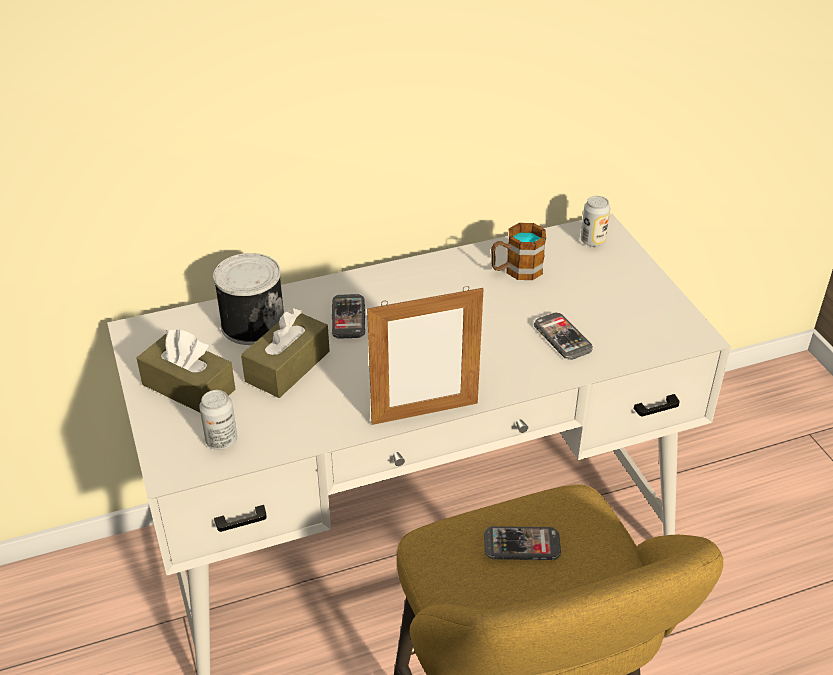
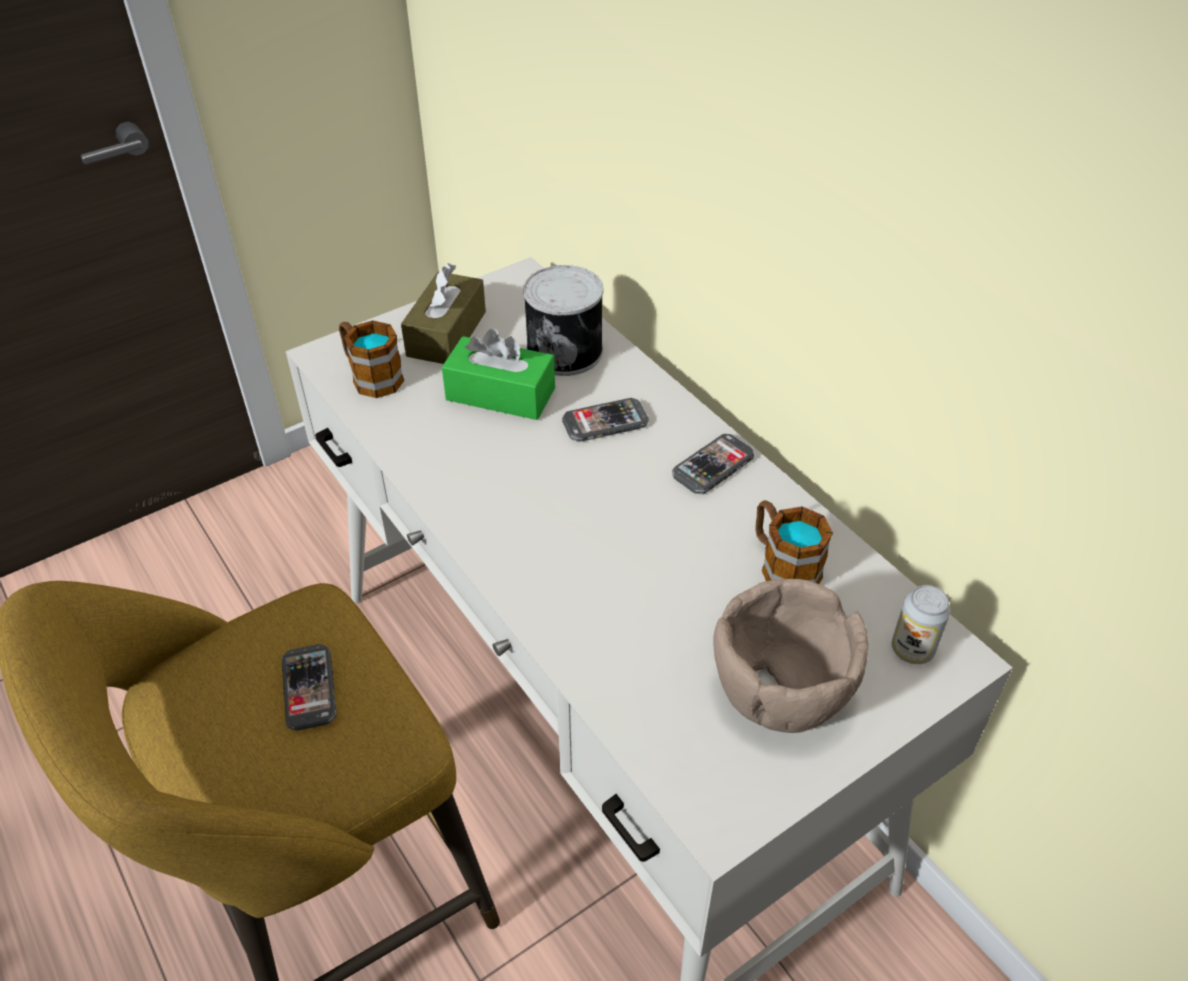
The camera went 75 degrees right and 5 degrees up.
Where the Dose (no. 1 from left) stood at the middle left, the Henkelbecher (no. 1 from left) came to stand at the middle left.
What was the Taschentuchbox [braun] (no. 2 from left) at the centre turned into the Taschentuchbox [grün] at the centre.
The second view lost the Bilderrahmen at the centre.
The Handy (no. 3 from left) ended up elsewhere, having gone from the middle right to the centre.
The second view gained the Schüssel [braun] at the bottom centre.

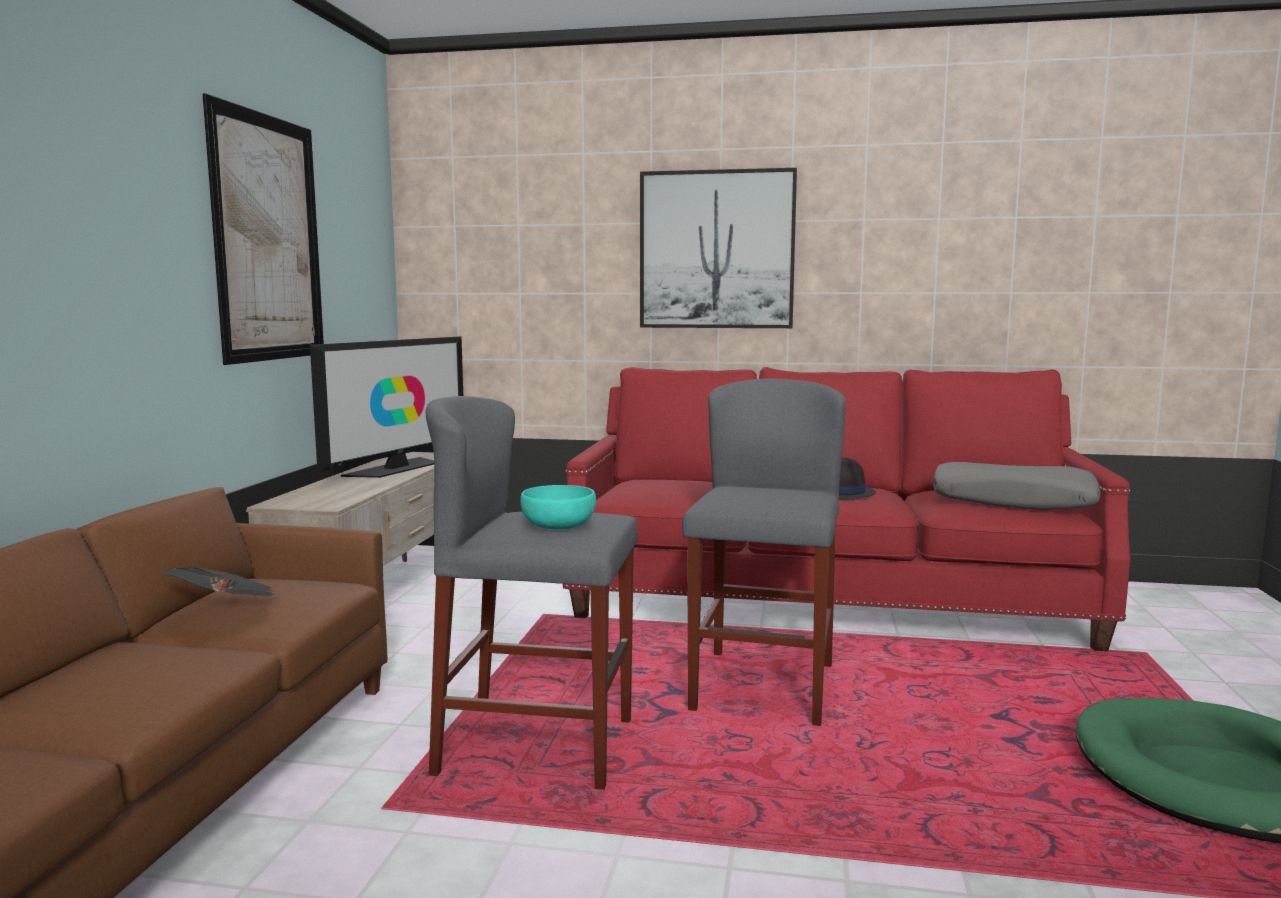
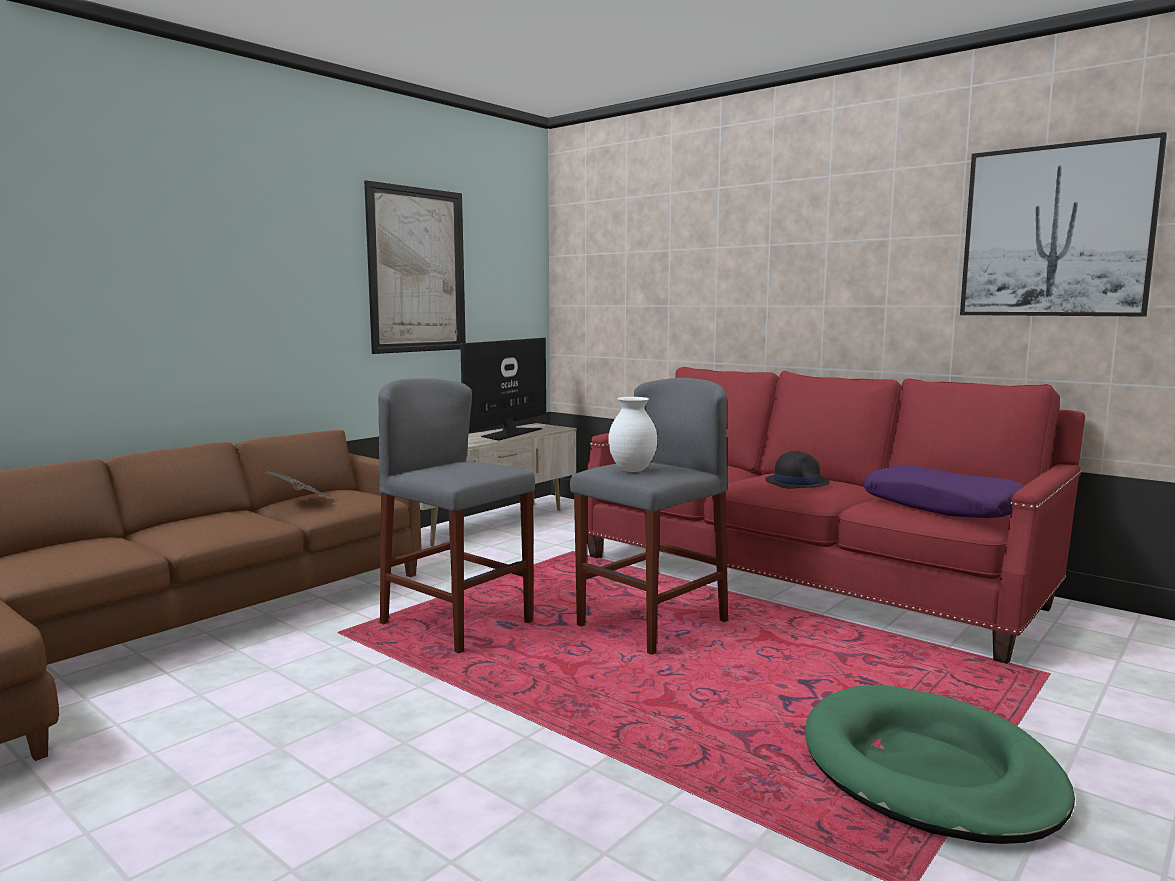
The camera went 30 degrees right and 0 degrees up.
The Fernseher at the middle left ended up facing another way, 150 degrees clockwise from before.
The second view lost the Schüssel [türkis] at the centre.
The Bild (no. 2 from left) ended up elsewhere, having gone from the top centre to the top right.
What was the Kissen [grau] at the middle right turned into the Kissen [lila] at the middle right.
The second view gained the Vase [weiß] at the centre.

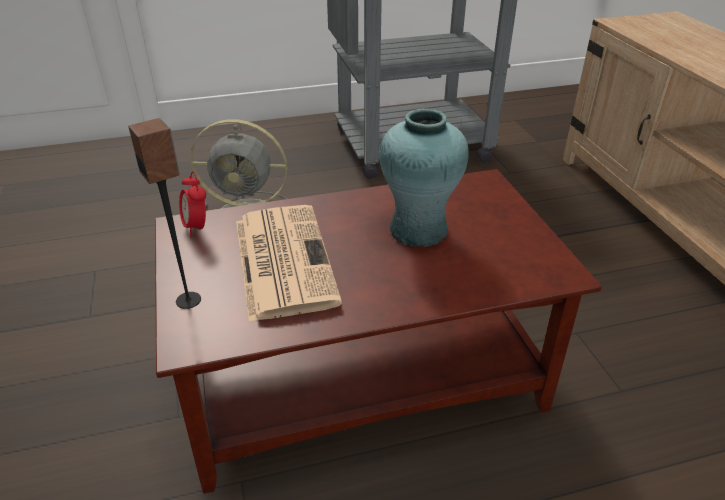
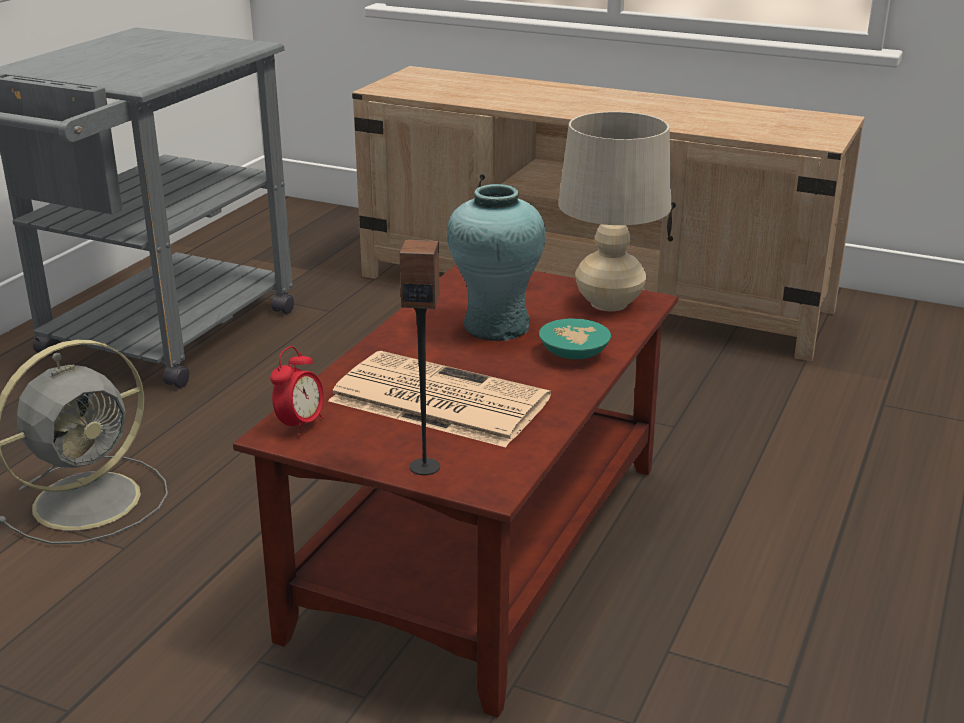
The camera went 50 degrees left and 10 degrees down.
The Wecker at the middle left ended up facing another way, 75 degrees counterclockwise from before.
The second view gained the Schüssel [türkis] at the centre.
The second view gained the Tischlampe [beige] at the top centre.

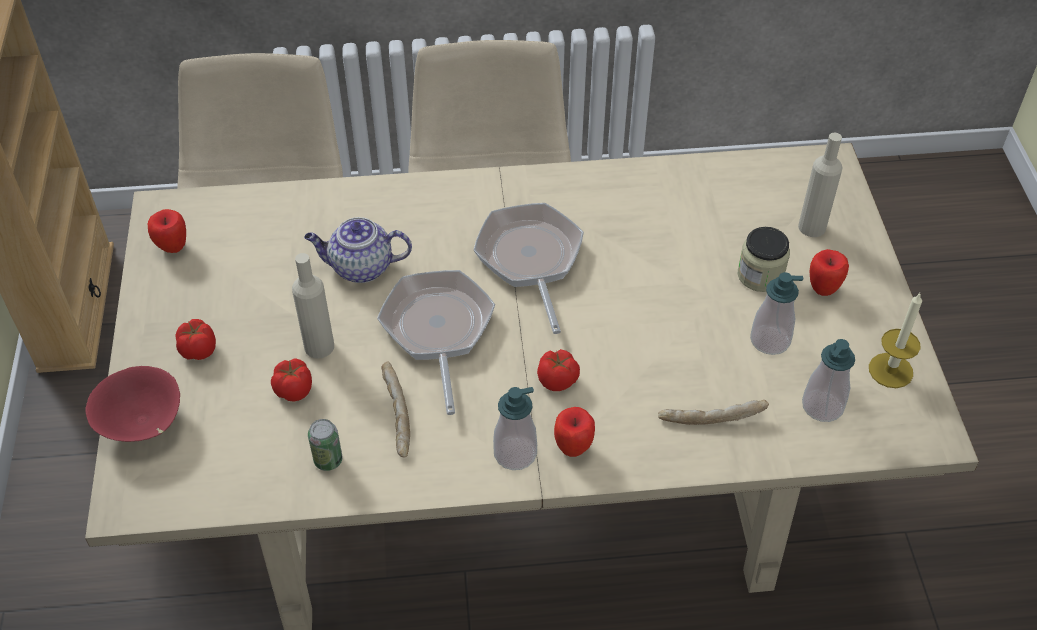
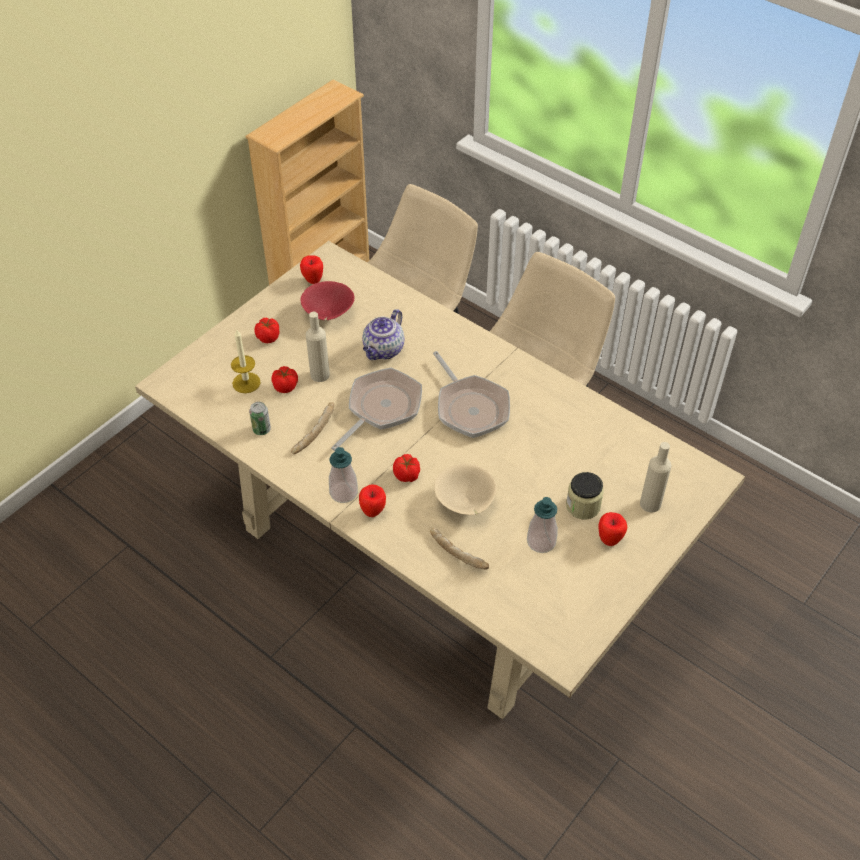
The camera went 45 degrees right and 0 degrees up.
The Schüssel [rot] ended up elsewhere, having gone from the middle left to the centre.
The Teekanne at the centre ended up facing another way, 105 degrees counterclockwise from before.
The Pfanne (no. 2 from left) at the centre ended up facing another way, 120 degrees clockwise from before.
The second view lost the Seifenspender (no. 3 from left) at the middle right.
The Kerze ended up elsewhere, having gone from the middle right to the middle left.
The second view gained the Schüssel [beige] at the centre.

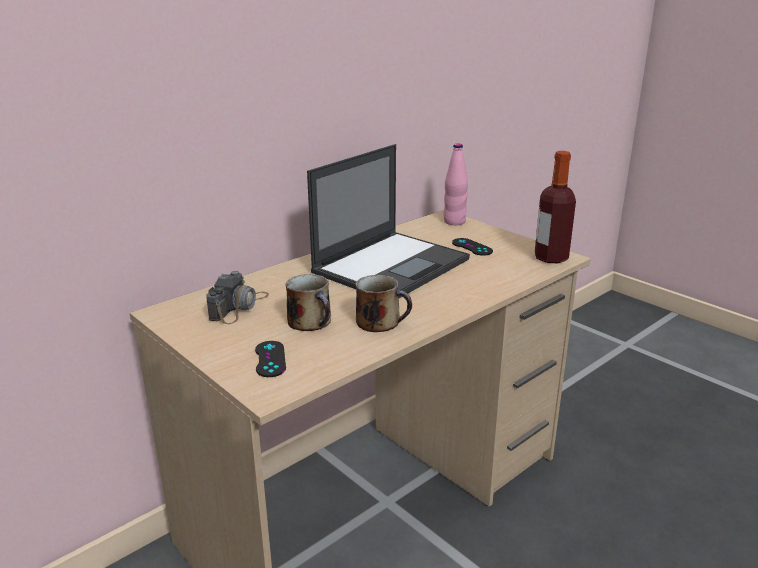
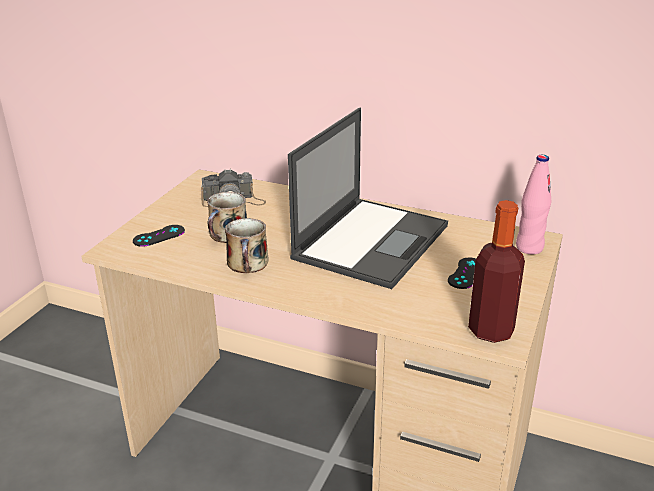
The camera went 65 degrees right and 5 degrees up.
The Laptop at the centre ended up facing another way, 75 degrees counterclockwise from before.

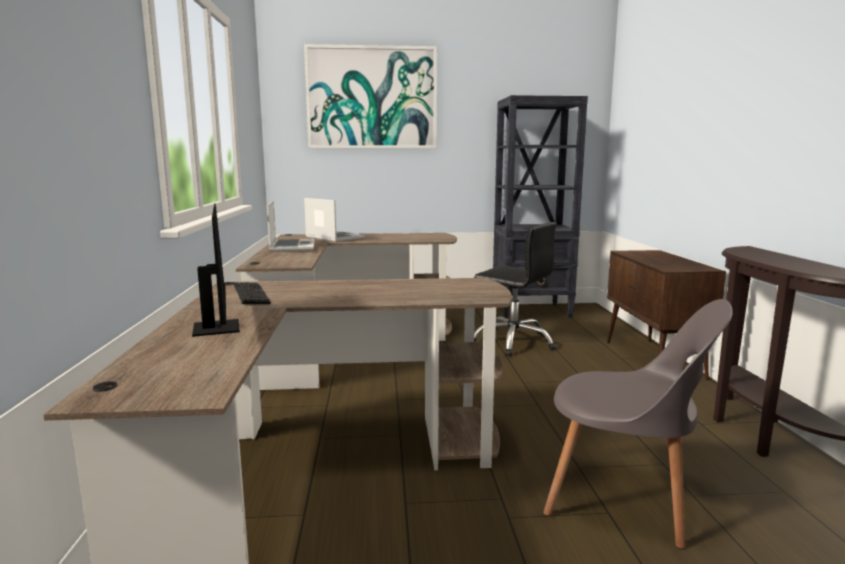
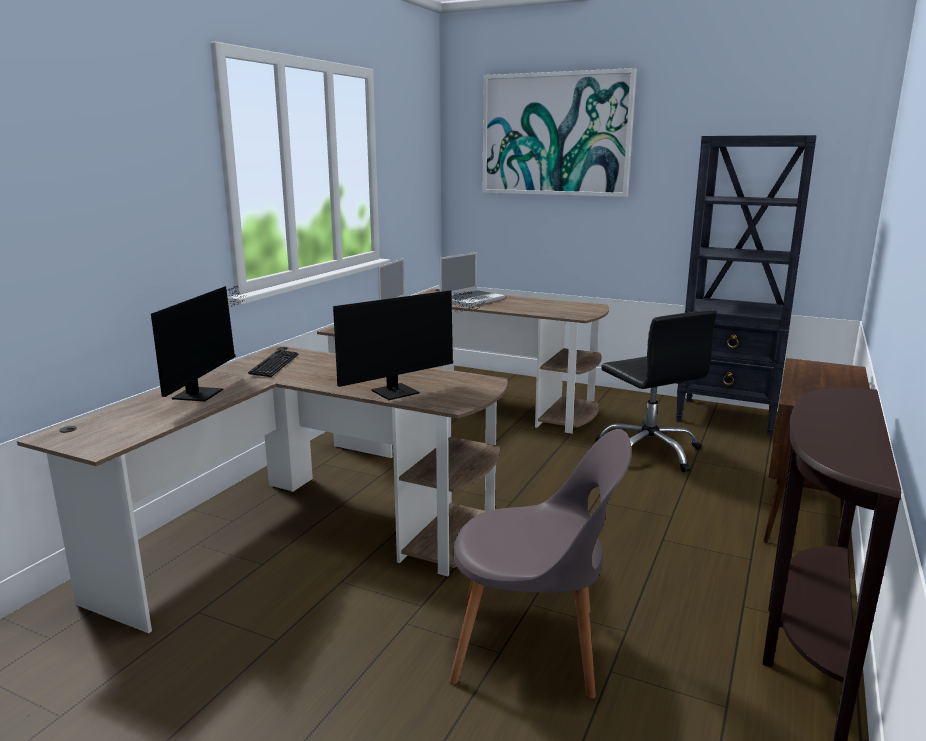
The camera went 30 degrees right and 5 degrees up.
The Laptop (no. 2 from left) at the centre ended up facing another way, 60 degrees clockwise from before.
The Stuhl [grau] at the bottom right ended up facing another way, 45 degrees counterclockwise from before.
The second view gained the Monitor (no. 2 from left) at the centre.

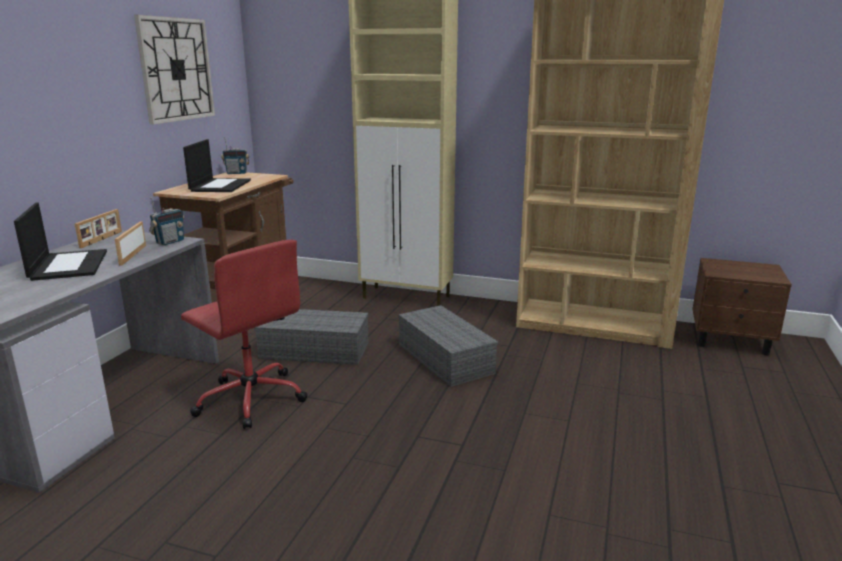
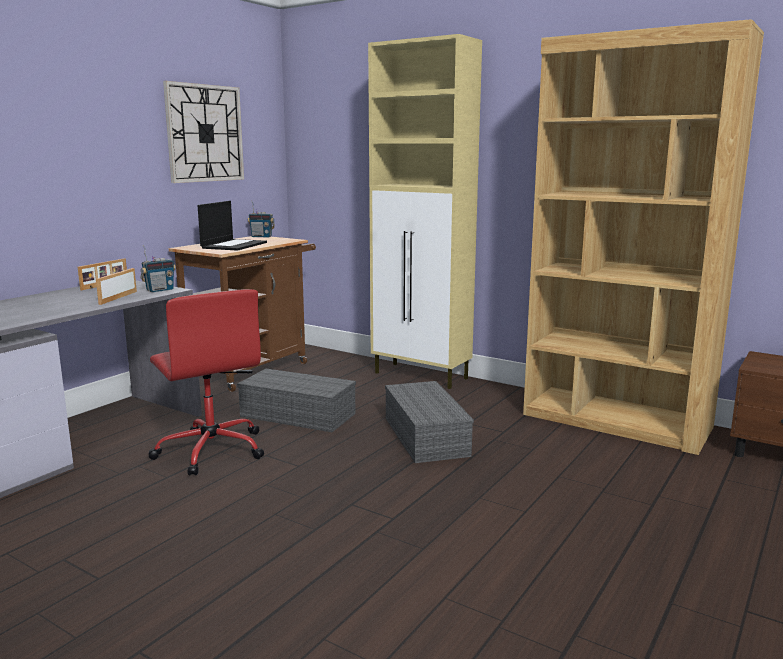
The camera went 15 degrees right and 5 degrees down.
The second view lost the Laptop (no. 1 from left) at the middle left.

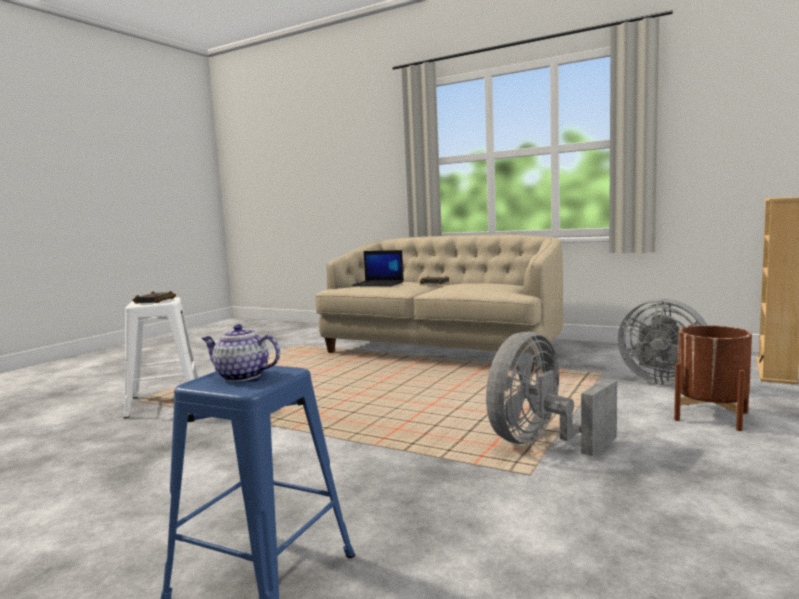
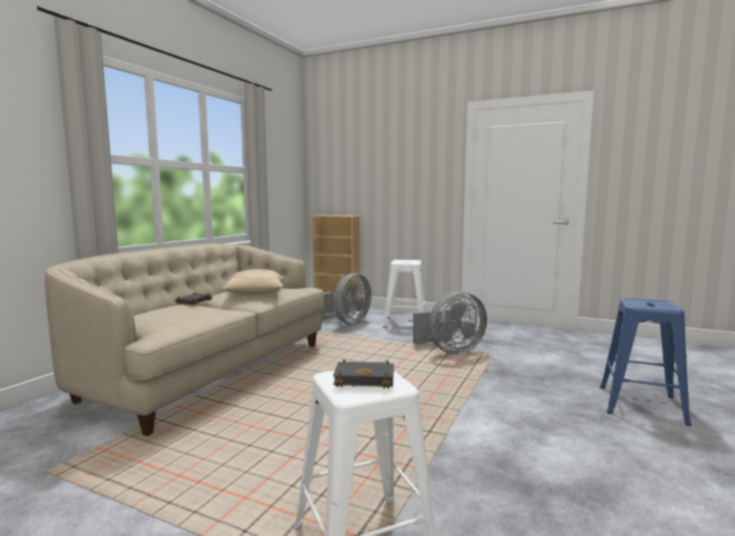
The camera went 95 degrees left and 0 degrees up.
The second view lost the Teekanne at the middle left.
The second view lost the Laptop at the centre.
The Ventilator [grau] (no. 1 from left in the first image) at the middle right ended up facing another way, 60 degrees counterclockwise from before.
Where the Pflanzkübel [braun] stood at the middle right, the Hocker [weiß] (no. 2 from left) came to stand at the centre.
The second view gained the Kissen [beige] at the centre.

